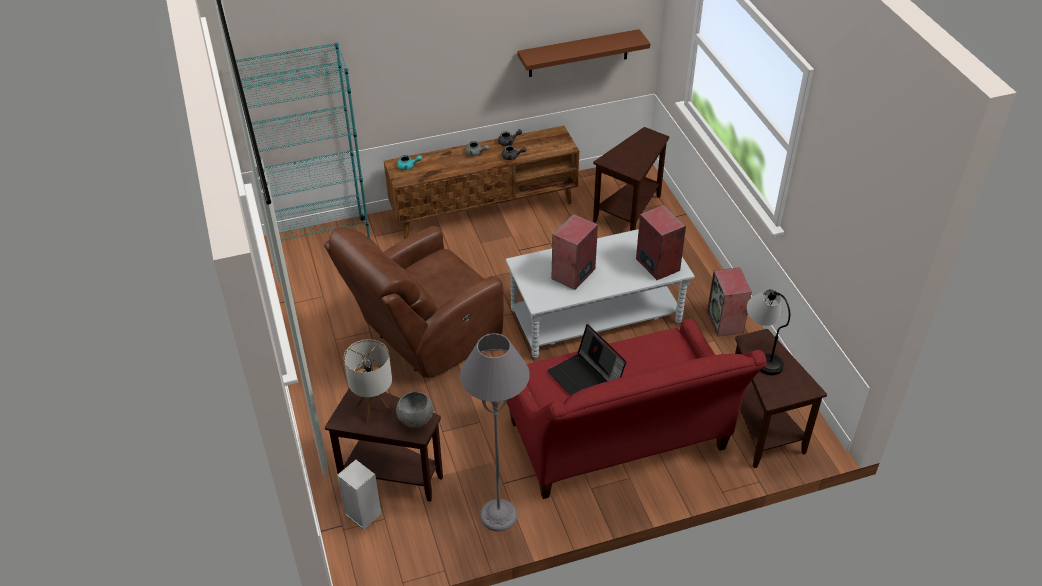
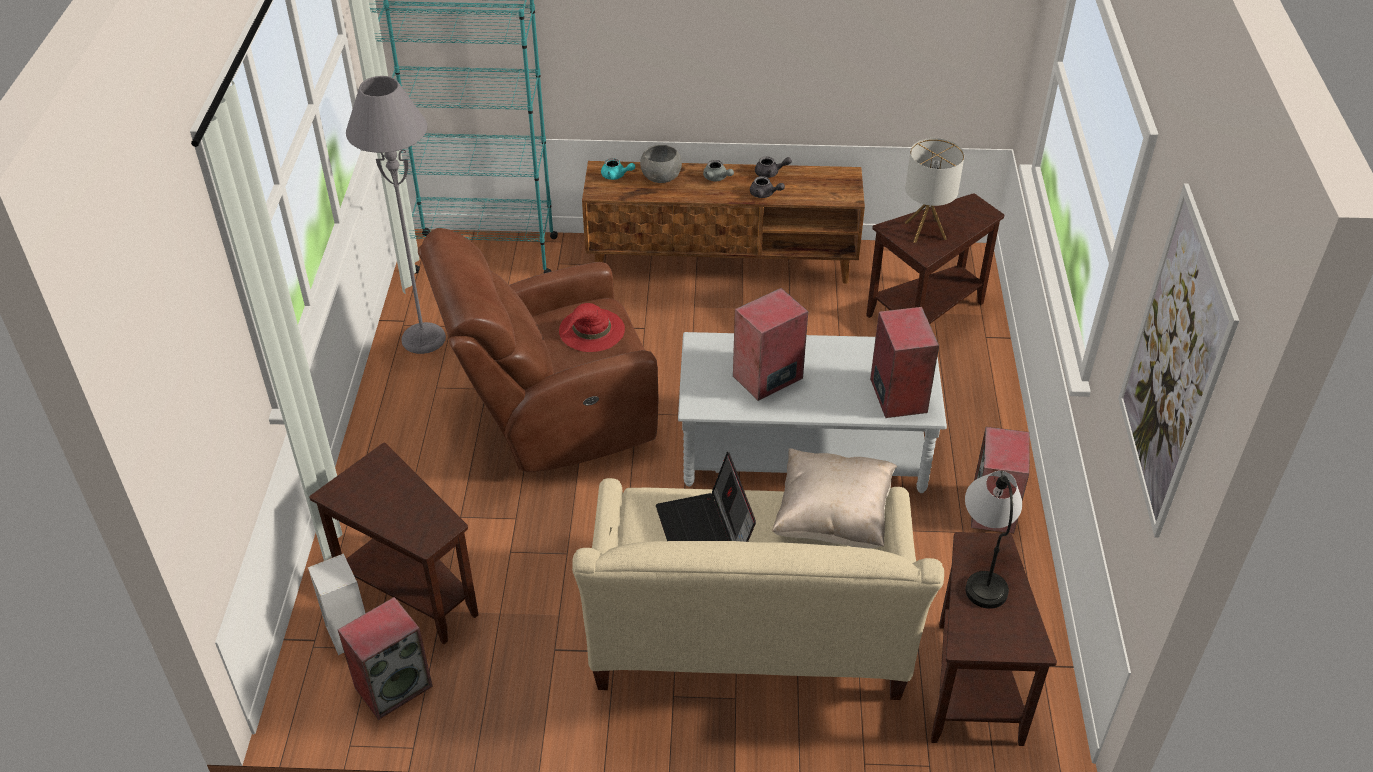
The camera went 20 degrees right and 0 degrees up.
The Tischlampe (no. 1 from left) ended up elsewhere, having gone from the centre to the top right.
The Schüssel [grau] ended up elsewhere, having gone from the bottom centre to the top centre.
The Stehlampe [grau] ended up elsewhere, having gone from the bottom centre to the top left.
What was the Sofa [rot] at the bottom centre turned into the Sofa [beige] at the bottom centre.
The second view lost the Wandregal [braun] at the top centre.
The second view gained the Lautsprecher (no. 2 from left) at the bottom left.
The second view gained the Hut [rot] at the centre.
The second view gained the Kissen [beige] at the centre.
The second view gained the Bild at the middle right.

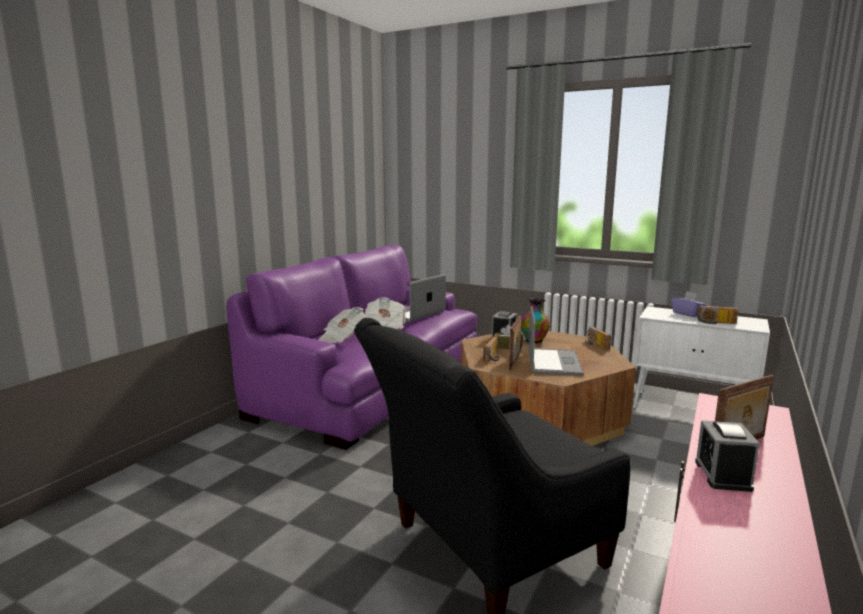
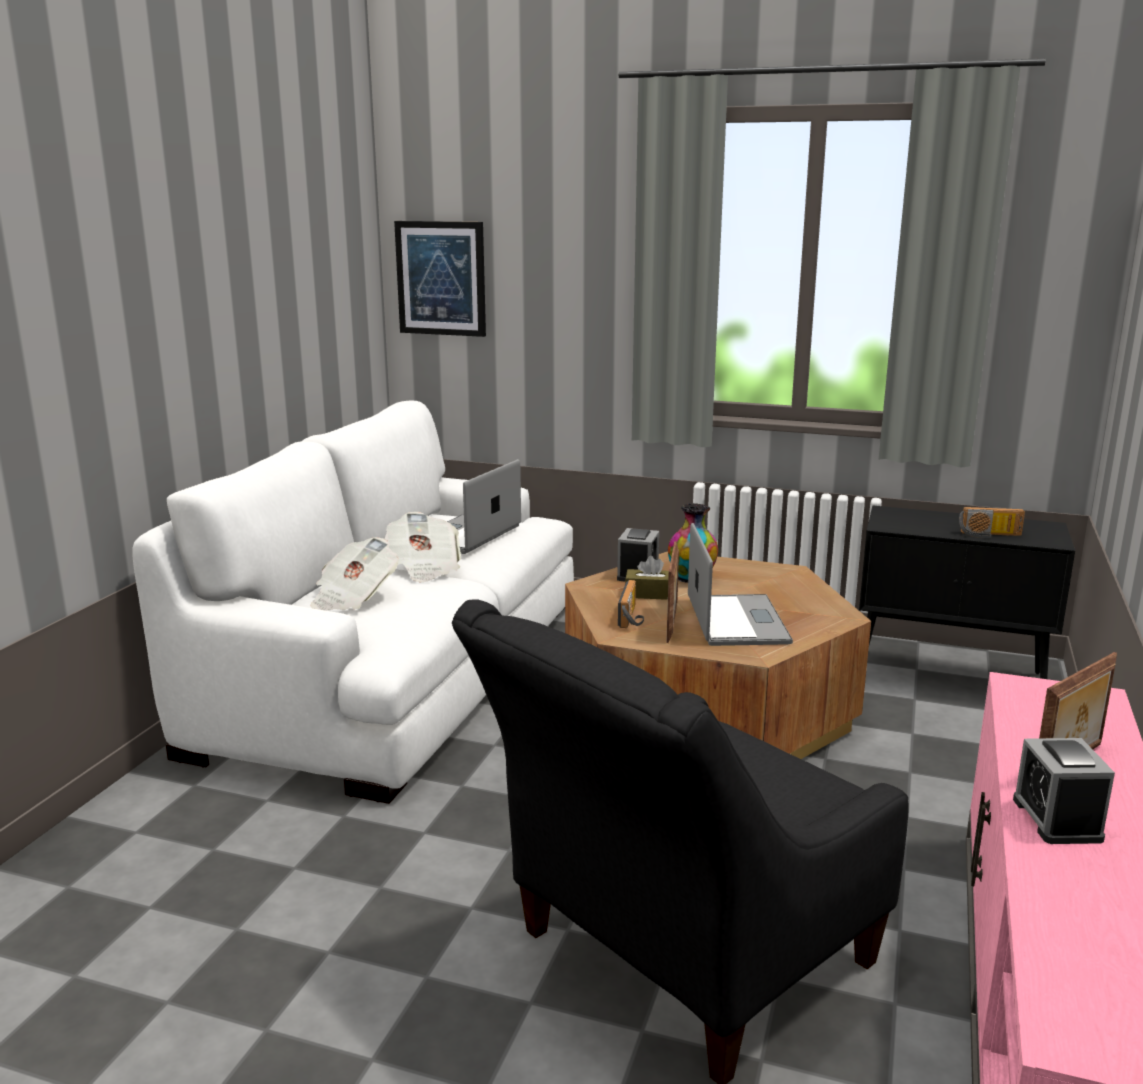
The camera went 10 degrees left and 5 degrees up.
What was the Sofa [lila] at the centre turned into the Sofa [weiß] at the middle left.
The second view lost the Radio (no. 2 from left) at the middle right.
What was the Schrank [weiß] at the middle right turned into the Schrank [schwarz] at the middle right.
The second view lost the Taschentuchbox [lila] at the middle right.
The second view gained the Bild at the top centre.

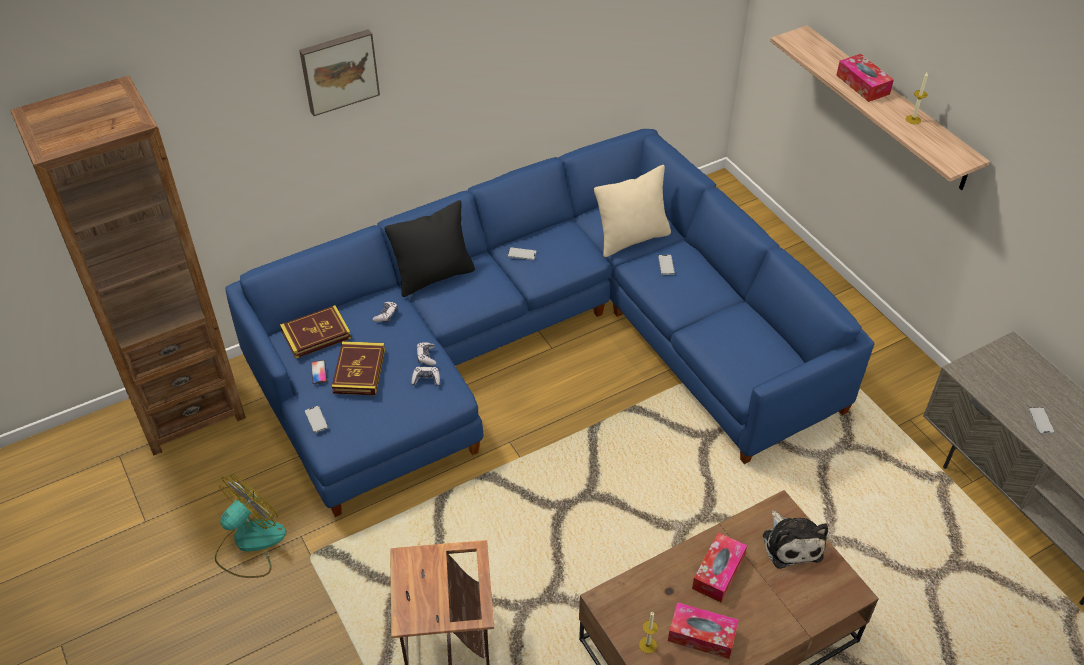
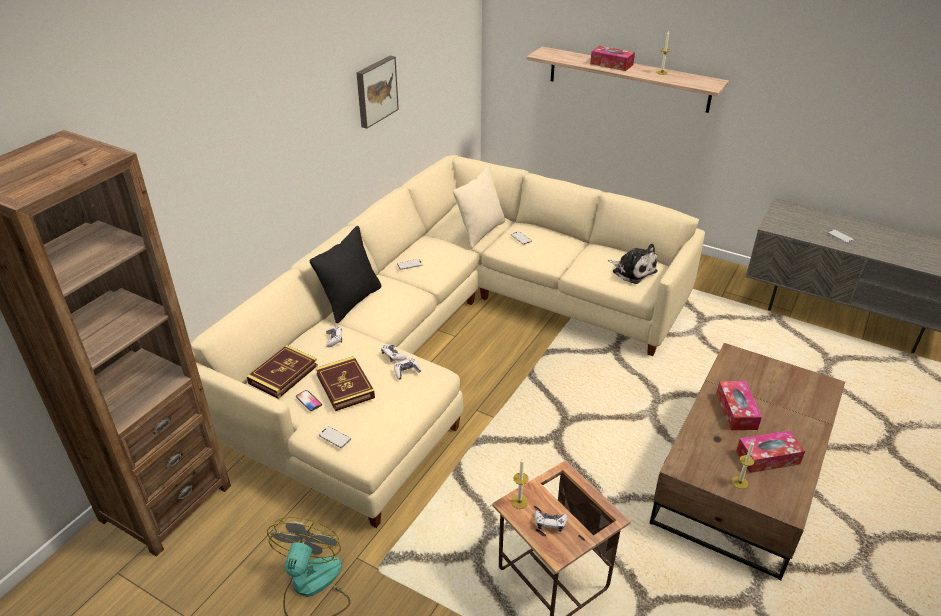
The camera went 30 degrees left and 10 degrees down.
What was the Sofa [blau] at the centre turned into the Sofa [beige] at the centre.
The Bild ended up elsewhere, having gone from the top left to the top centre.
The Plüschtier ended up elsewhere, having gone from the bottom right to the middle right.
The second view gained the Kerze (no. 1 from left) at the bottom centre.
The second view gained the Gamepad (no. 4 from left) at the bottom centre.

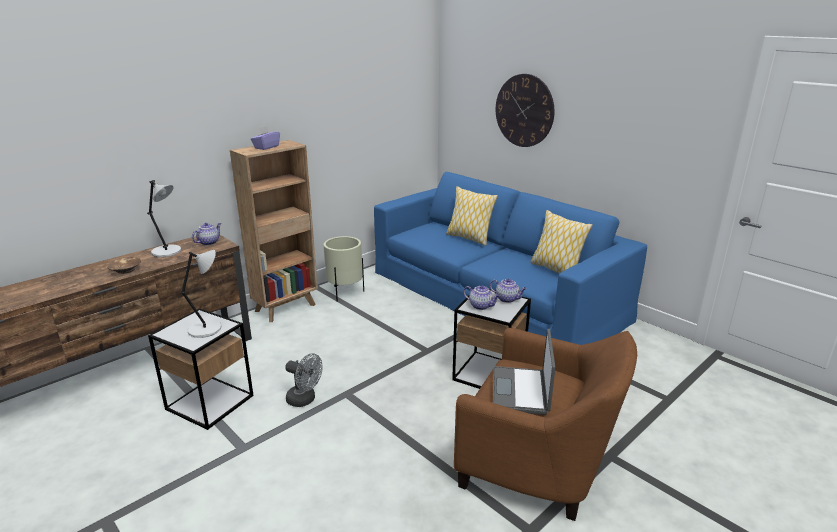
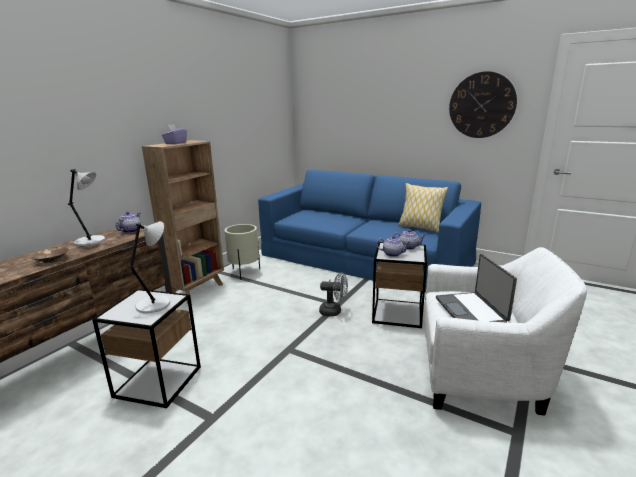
The camera went 15 degrees left and 5 degrees down.
The Ventilator [grau] ended up elsewhere, having gone from the bottom centre to the centre.
The second view lost the Kissen (no. 1 from left) at the centre.
What was the Sessel [braun] at the bottom centre turned into the Sessel [weiß] at the bottom right.
The Wanduhr ended up elsewhere, having gone from the top centre to the top right.

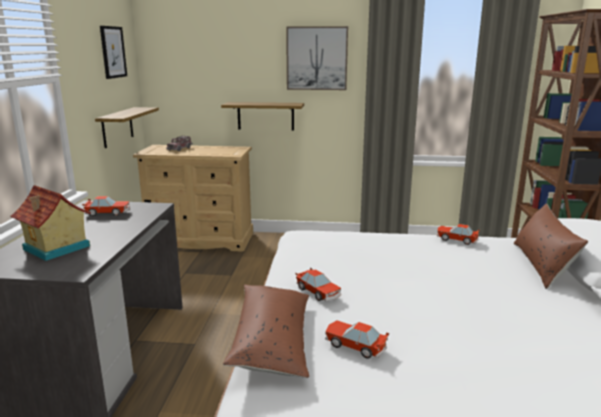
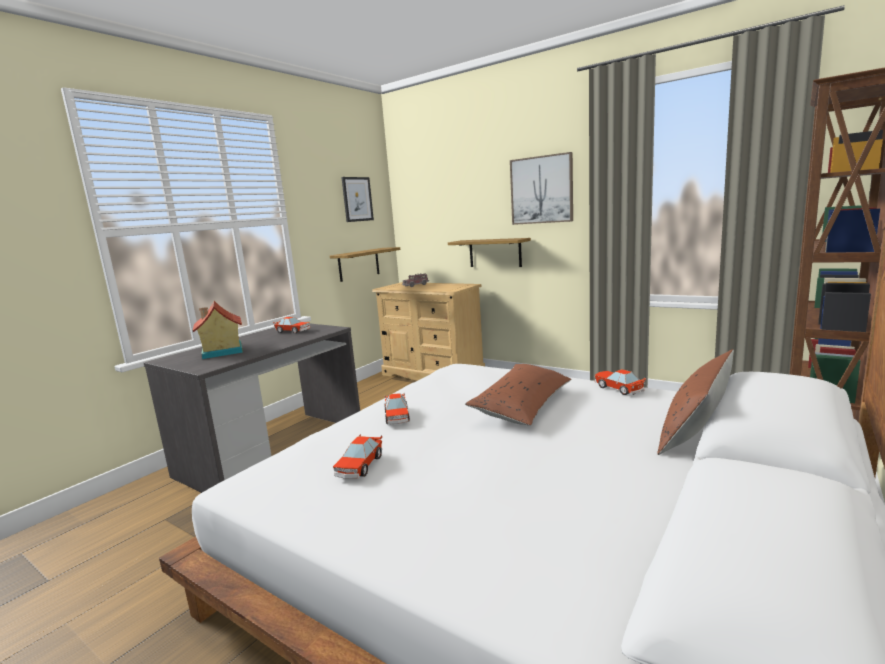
The camera went 30 degrees right and 5 degrees down.
The Kissen [braun] (no. 1 from left) ended up elsewhere, having gone from the bottom centre to the centre.
The Spielzeugauto (no. 3 from left in the first image) at the bottom centre ended up facing another way, 135 degrees counterclockwise from before.

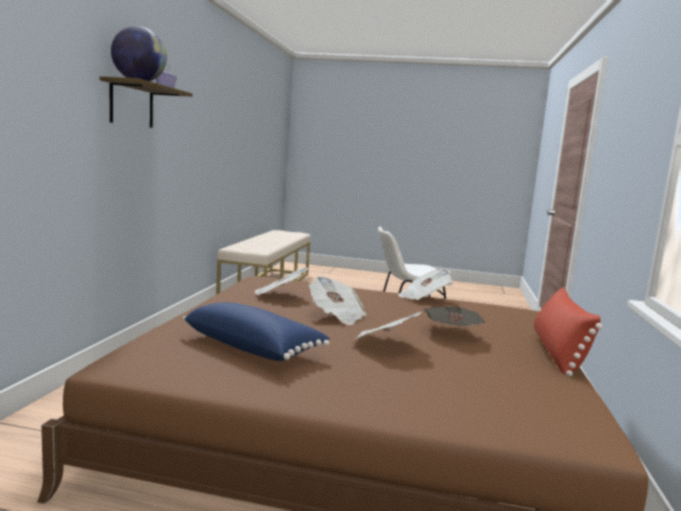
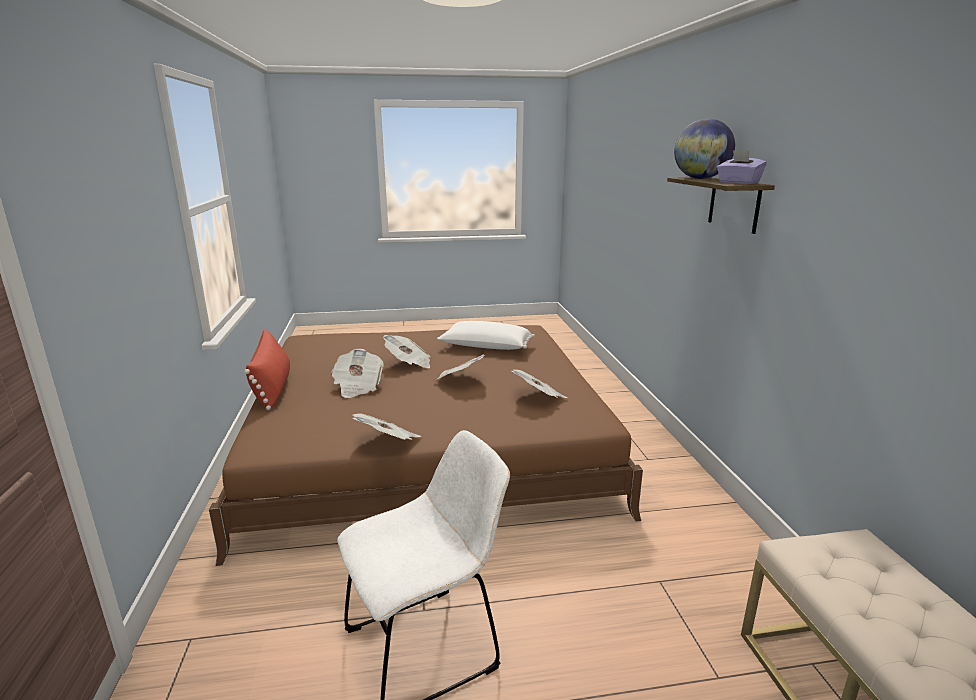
The camera went 160 degrees right and 10 degrees up.
What was the Kissen [blau] at the centre turned into the Kissen [weiß] at the centre.

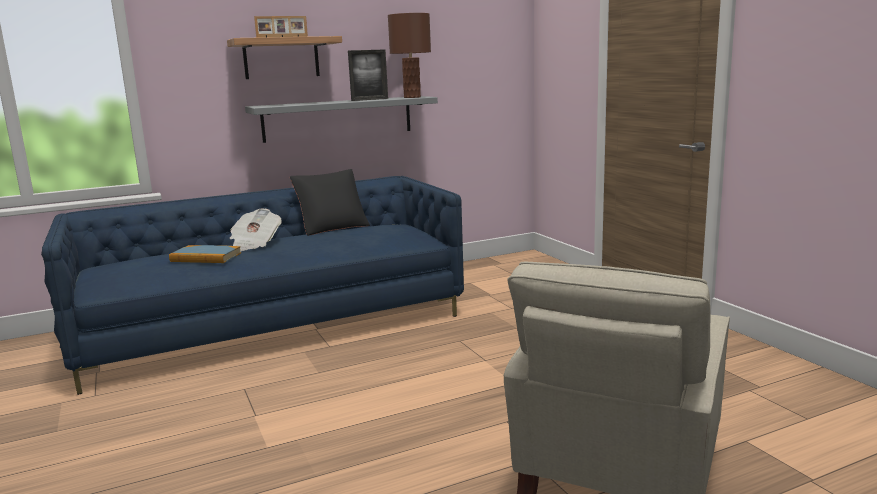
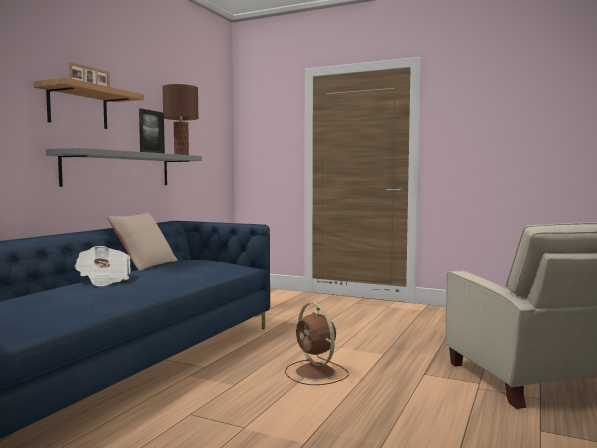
The camera went 40 degrees left and 10 degrees down.
The second view lost the Buch at the middle left.
What was the Kissen [schwarz] at the centre turned into the Kissen [beige] at the middle left.
The second view gained the Ventilator [braun] at the bottom centre.

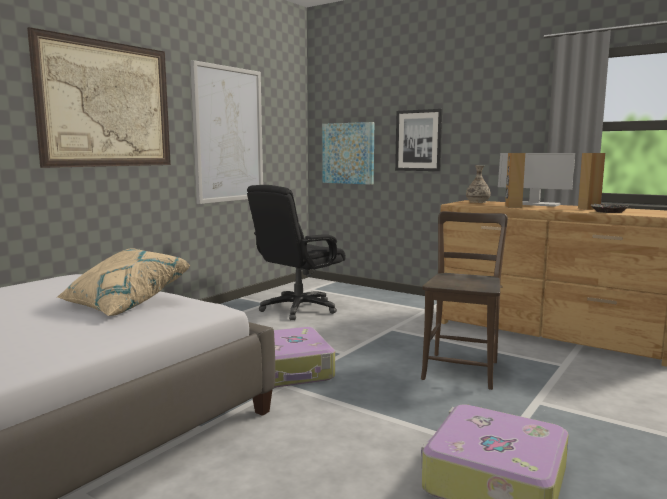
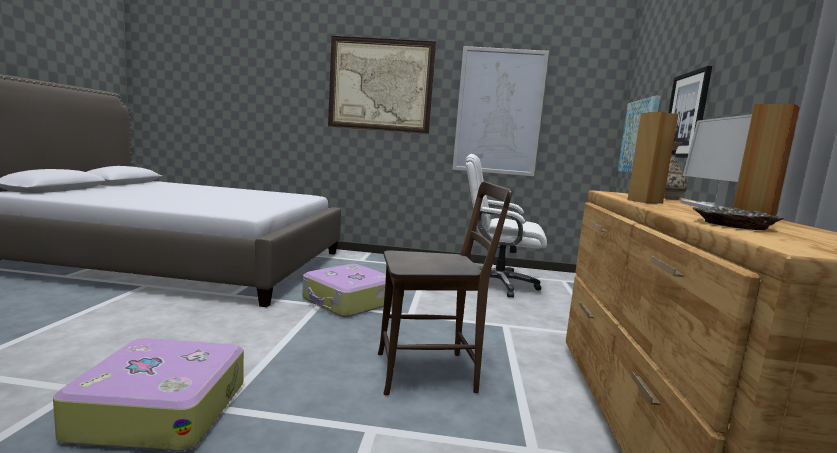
The camera went 60 degrees right and 0 degrees up.
The second view lost the Kissen [beige] at the middle left.
What was the Bürostuhl [schwarz] at the centre turned into the Bürostuhl [weiß] at the centre.

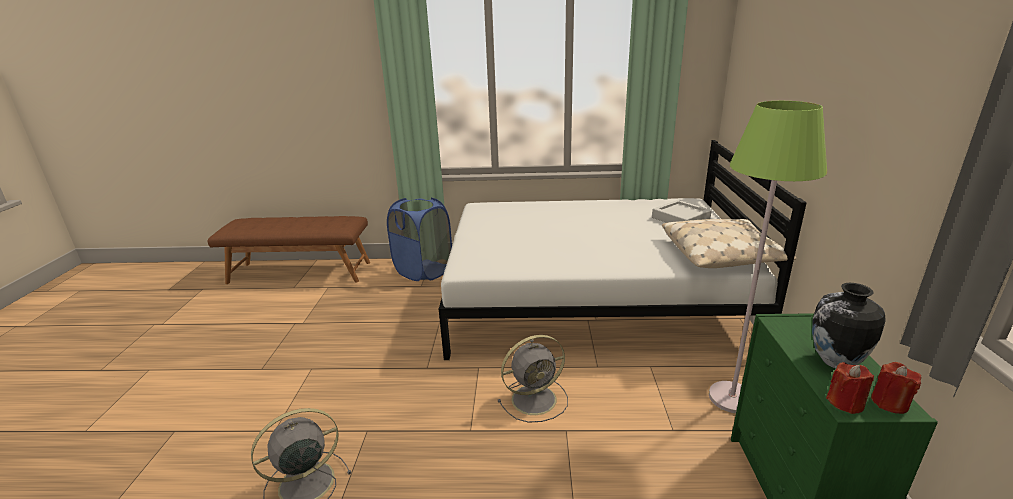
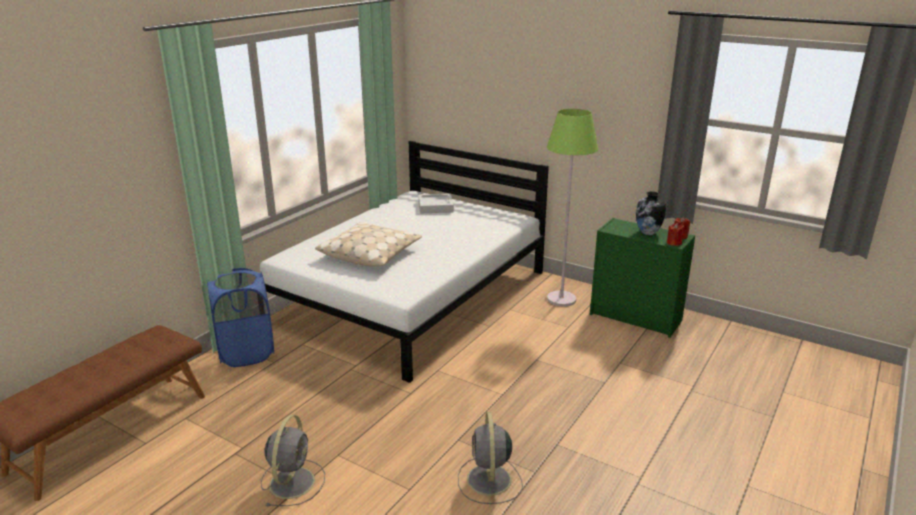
The camera went 60 degrees left and 0 degrees up.
The Ventilator [grau] (no. 2 from left in the first image) ended up elsewhere, having gone from the bottom centre to the bottom left.
The Kissen [beige] ended up elsewhere, having gone from the middle right to the centre.

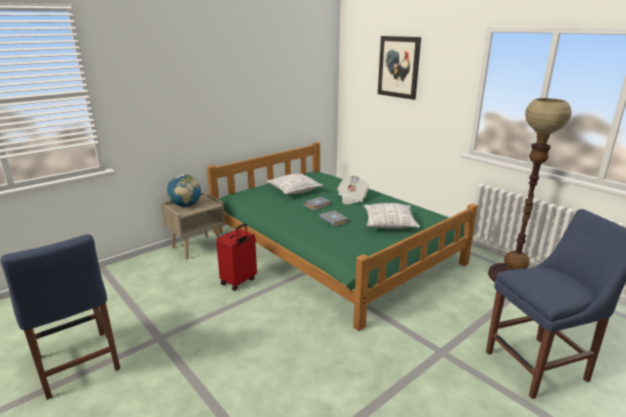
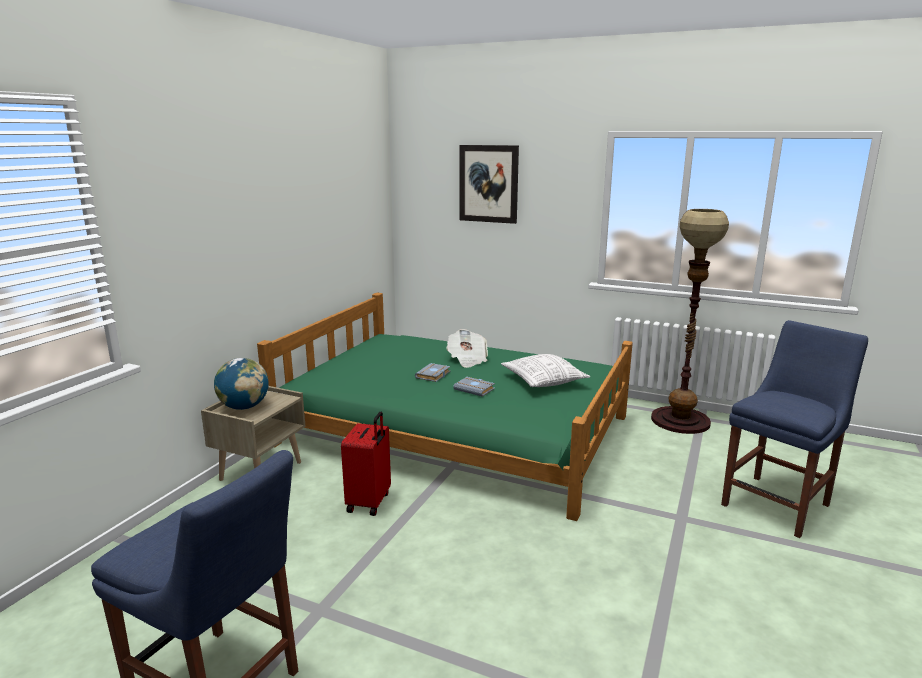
The camera went 25 degrees left and 5 degrees down.
The second view lost the Kissen (no. 1 from left) at the centre.

